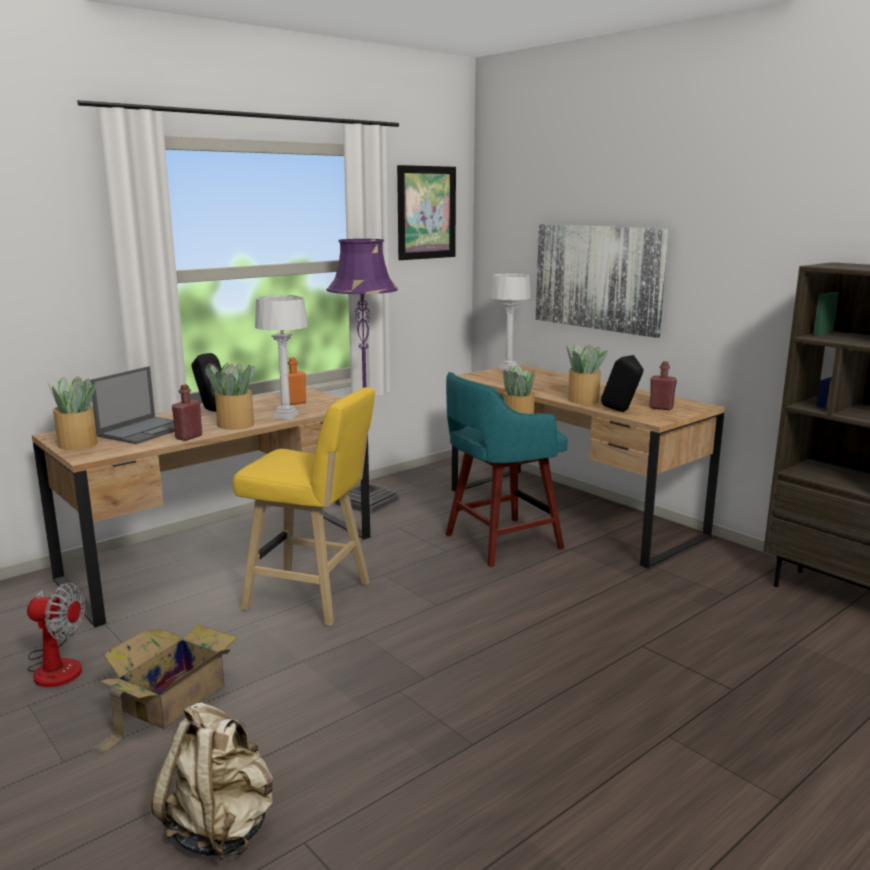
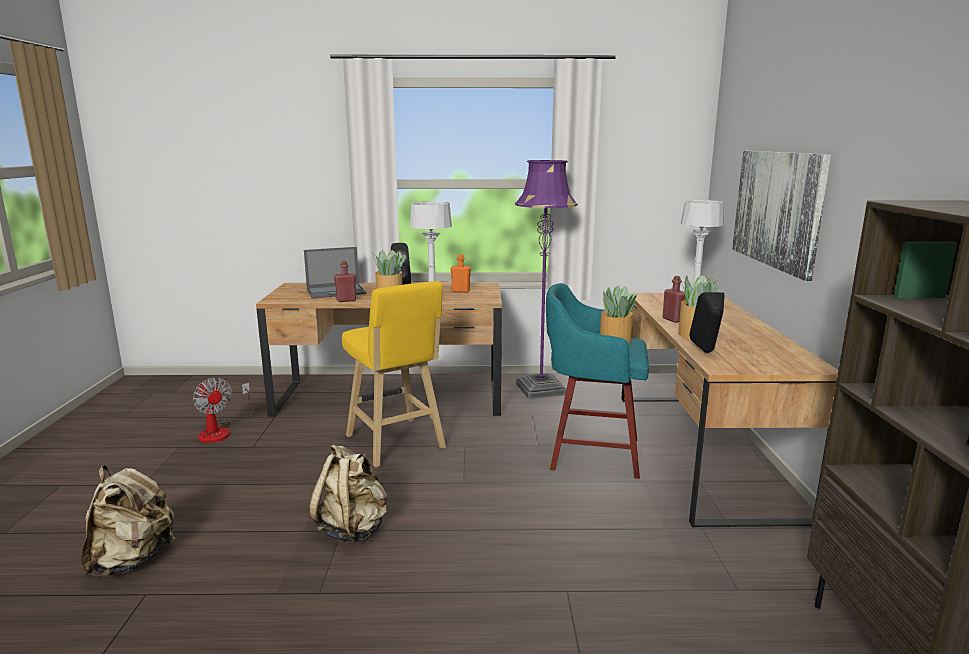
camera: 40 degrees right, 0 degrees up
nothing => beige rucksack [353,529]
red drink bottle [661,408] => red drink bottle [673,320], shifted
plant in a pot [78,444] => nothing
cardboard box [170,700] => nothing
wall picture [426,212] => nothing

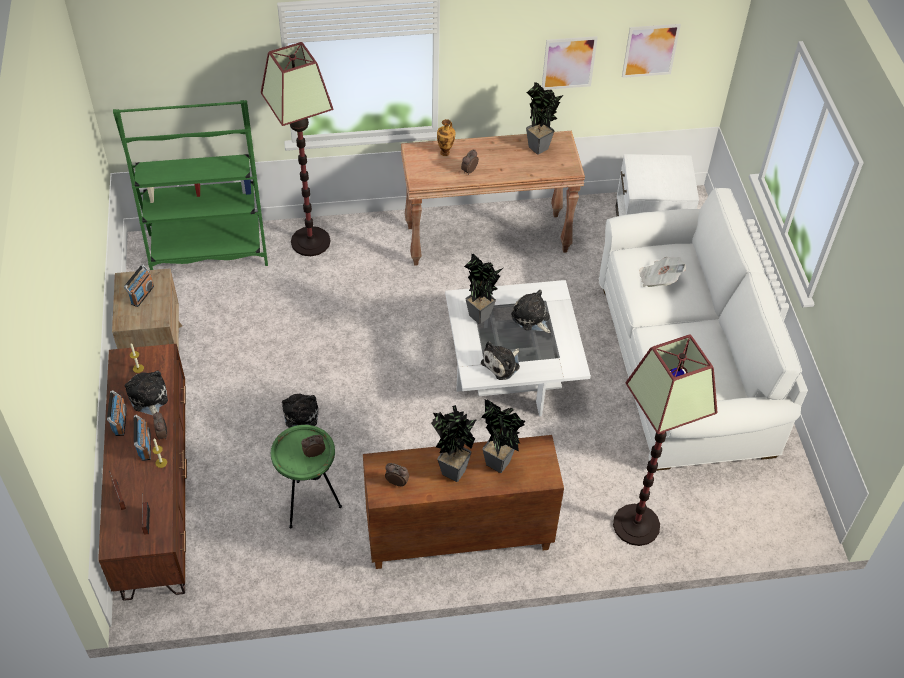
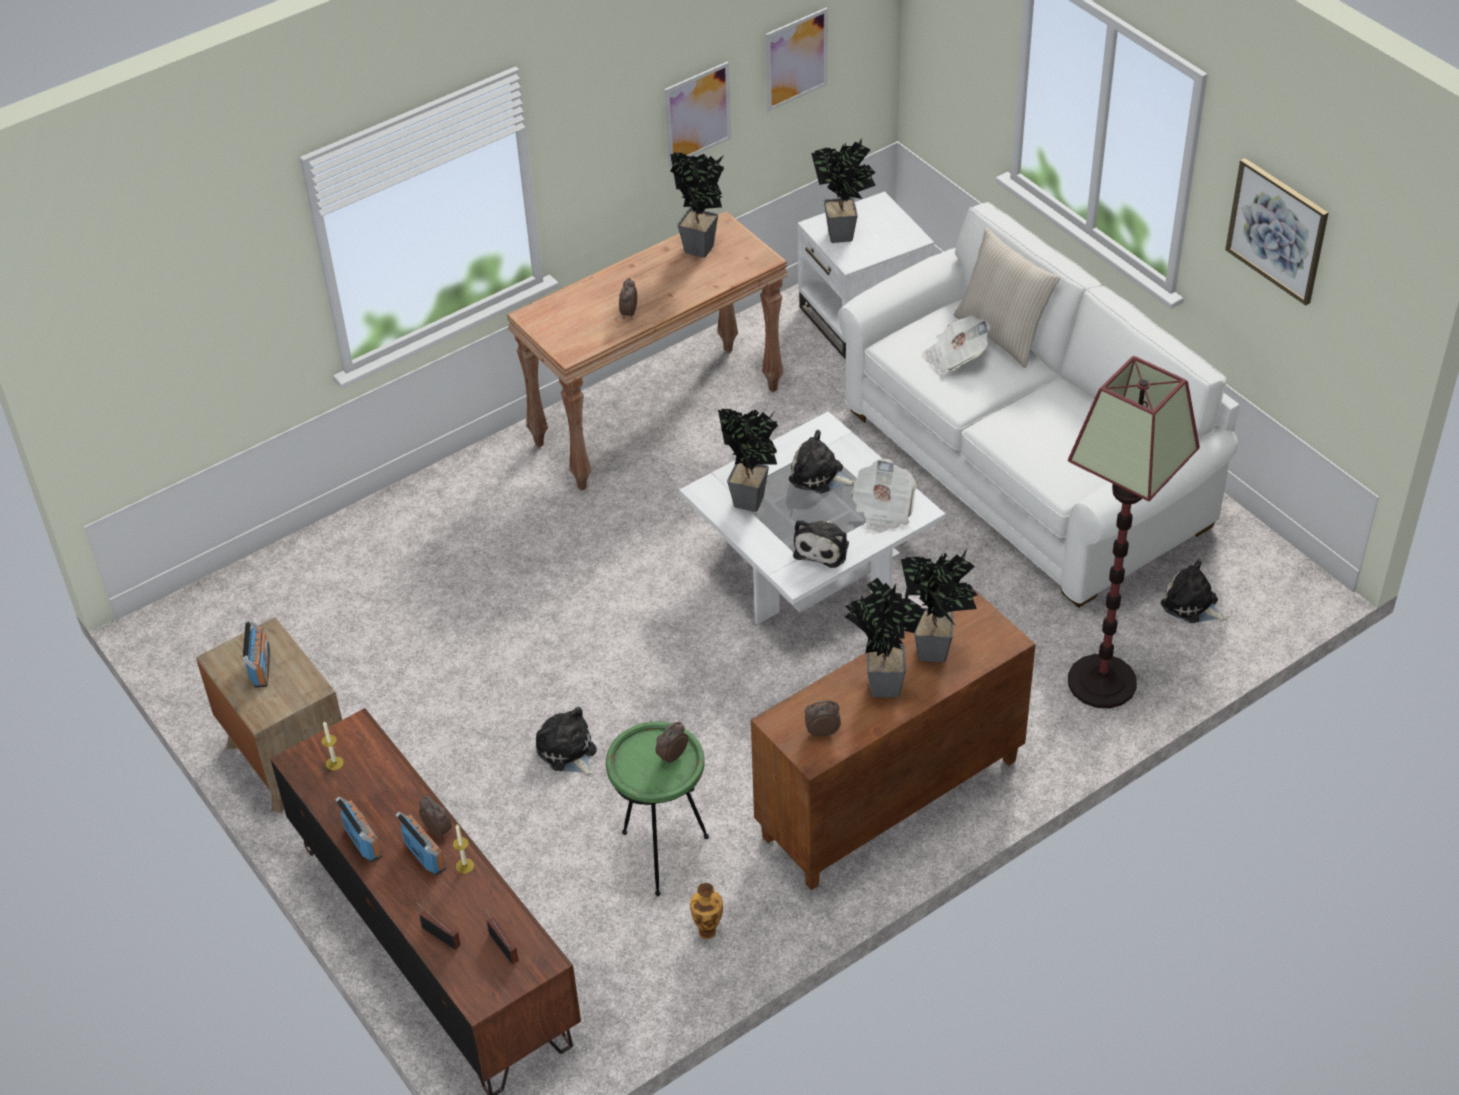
camera: 25 degrees left, 5 degrees down
vase [445,152] => vase [708,930], shifted
nothing => plant in a pot [845,237]
nothing => newspaper [883,510]
nothing => beige cushion [1002,334]
cuddly toy [148,399] => cuddly toy [1192,605], shifted
nothing => wall picture [1277,230]
green bookcase [208,250] => nothing
standard lamp [310,241] => nothing

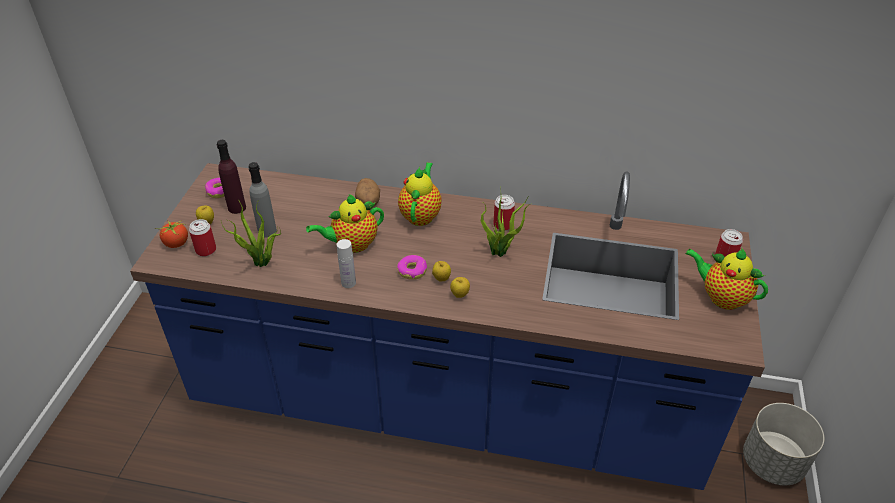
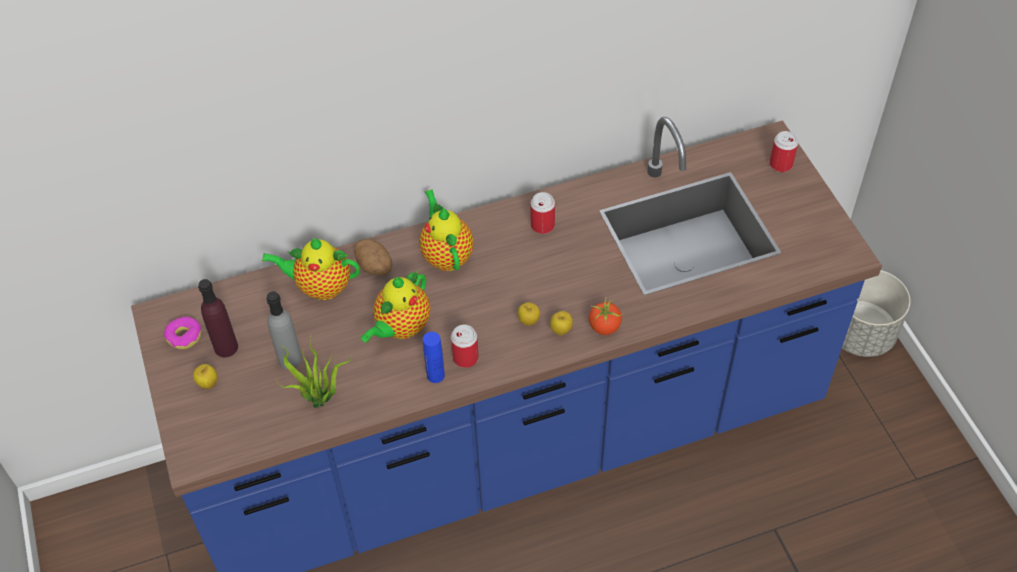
camera: 30 degrees left, 10 degrees up
teapot [721,297] => teapot [320,287], shifted
white drink bottle [348,283] => blue-coloured drink bottle [435,375]
sealed can [206,250] => sealed can [465,358], shifted
tomato [176,243] => tomato [604,327], shifted
donut [412,271] => nothing
plant in a pot [501,252] => nothing

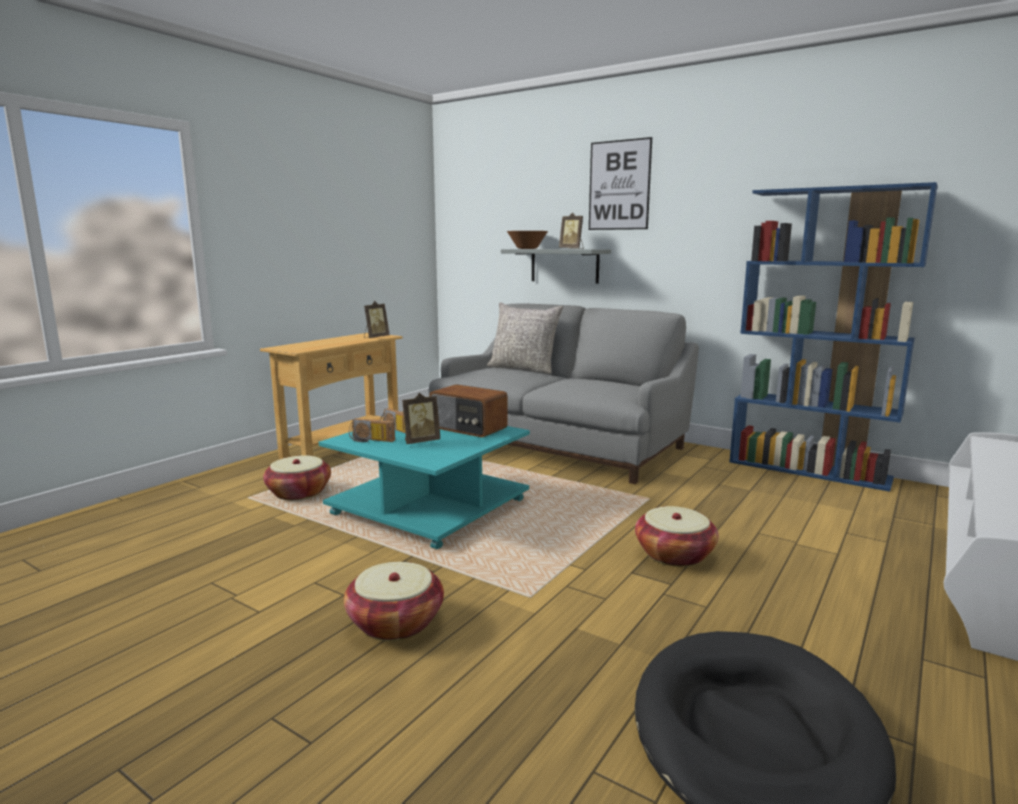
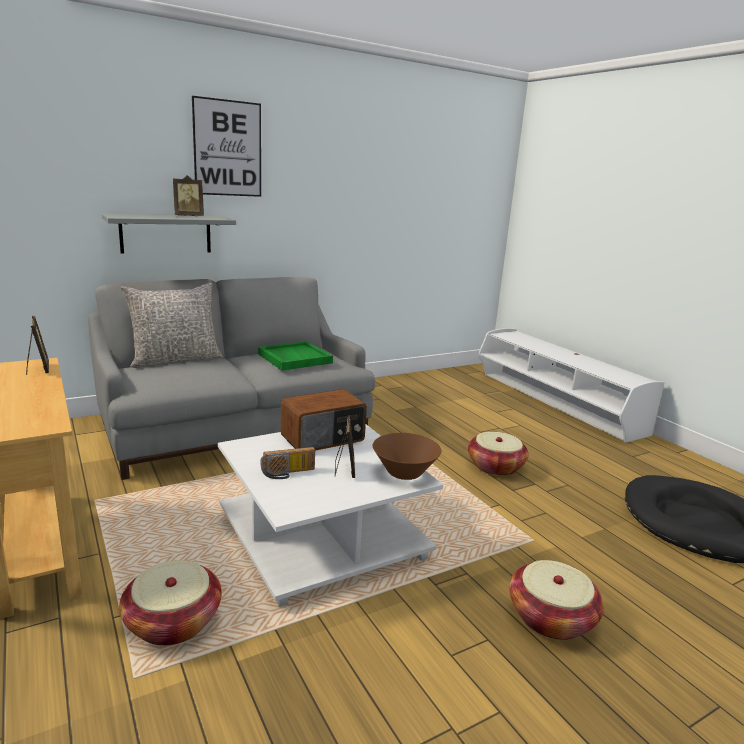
camera: 65 degrees left, 5 degrees up
turquoise low table [431,507] => white low table [323,535]
nothing => green serving tray [294,358]
brownish serving bowl [527,248] => brownish serving bowl [404,472], shifted
radio receiver [370,440] => nothing
blue-coloured bookcase [809,470] => nothing

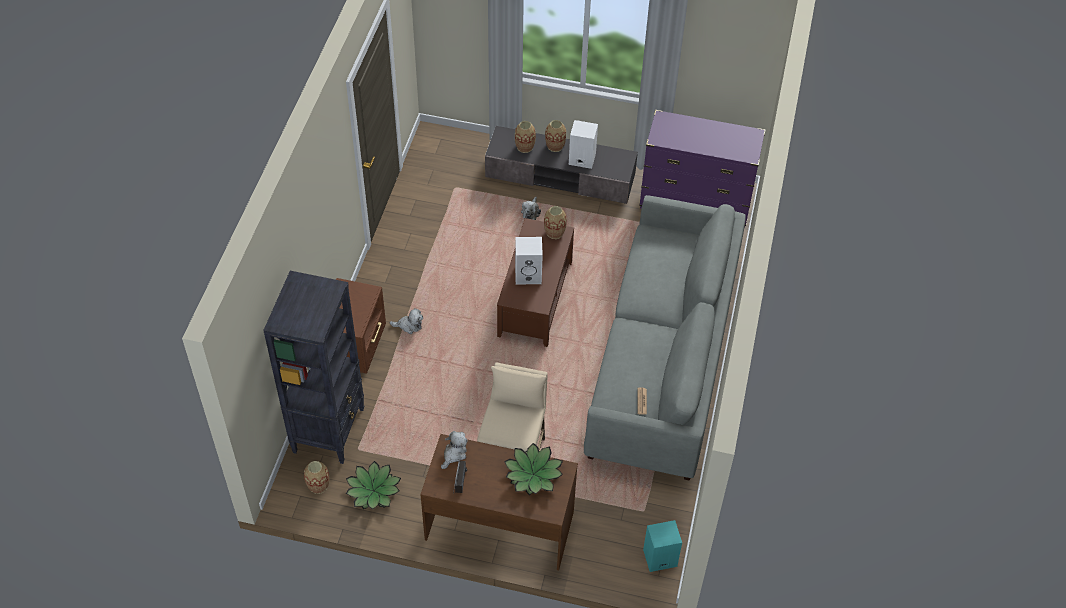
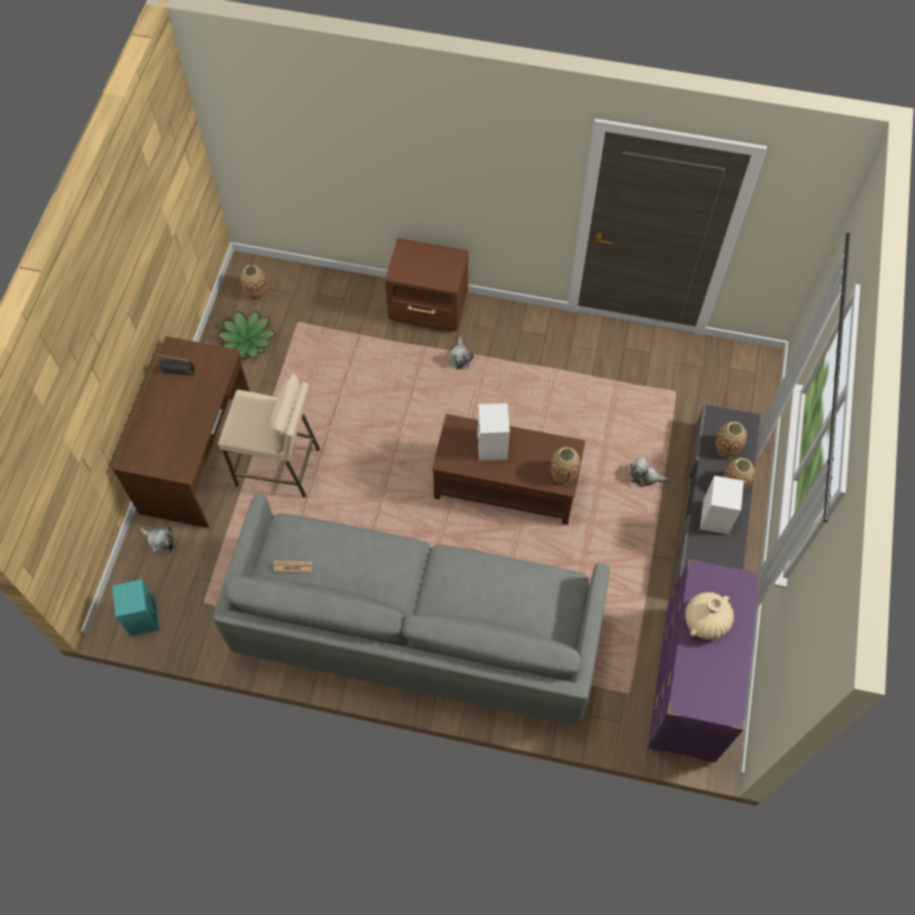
camera: 90 degrees right, 10 degrees up
cuddly toy [454,454] => cuddly toy [160,541], shifted
nothing => beige vase [705,621]
black-coloured bookcase [329,429] => nothing
plant in a pot [533,474] => nothing

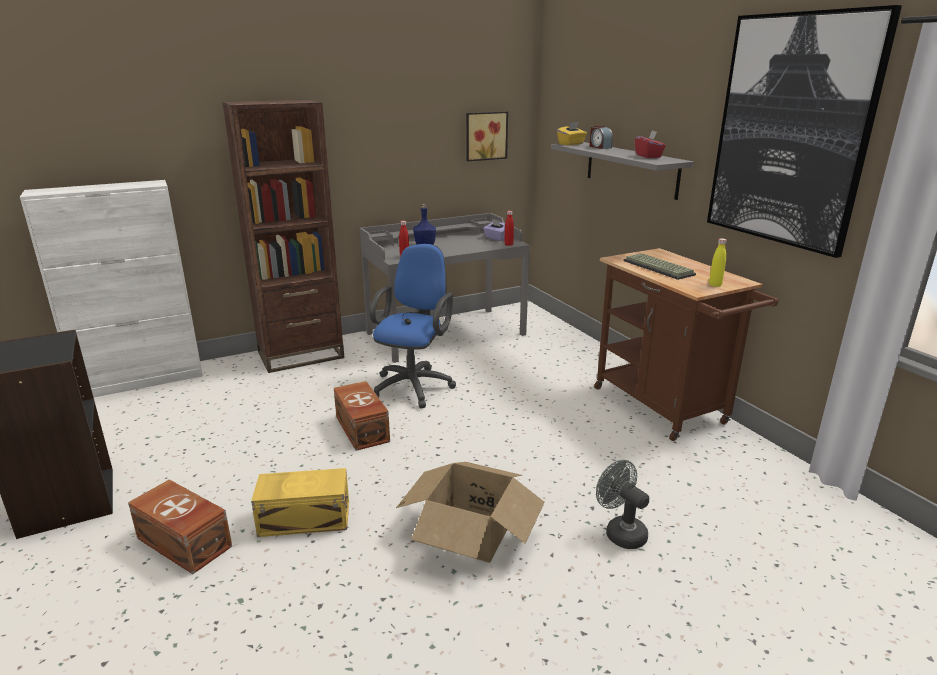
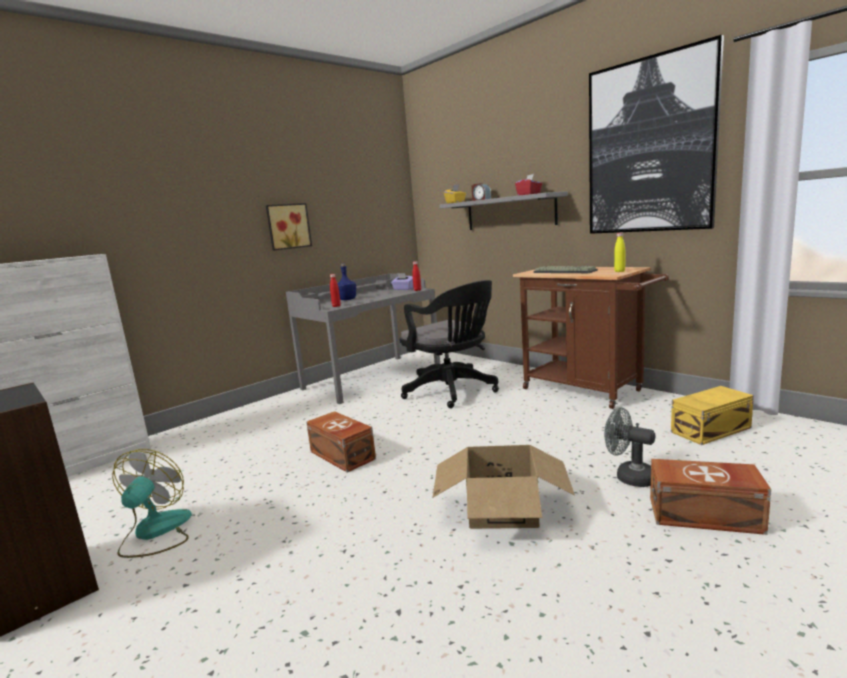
camera: 15 degrees left, 10 degrees down
nothing => electric fan [155,533]
wall picture [485,136] => wall picture [288,226], shifted
nothing => black-coloured office chair [453,391]
brownish storage box [184,543] => brownish storage box [706,516], shifted
yellow storage box [303,518] => yellow storage box [709,430], shifted
brownish bookcase [301,355] => nothing
blue-coloured office chair [414,385] => nothing

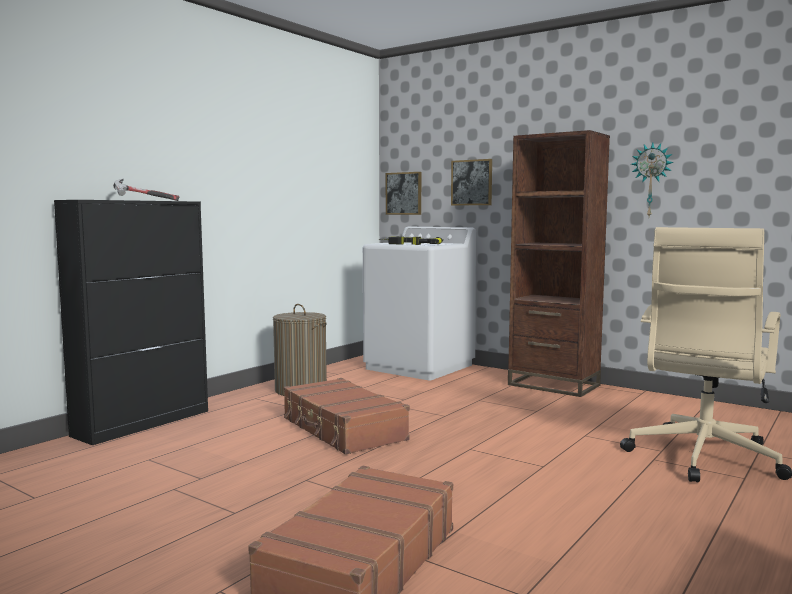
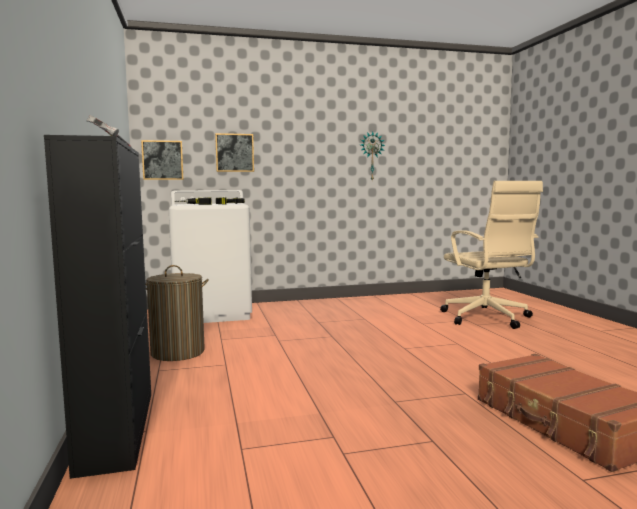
camera: 50 degrees left, 0 degrees up
brownish piece of luggage [342,429] => nothing
brownish bookcase [553,385] => nothing

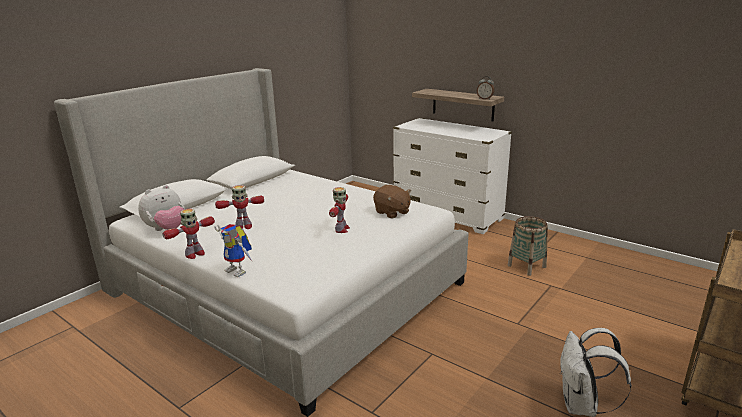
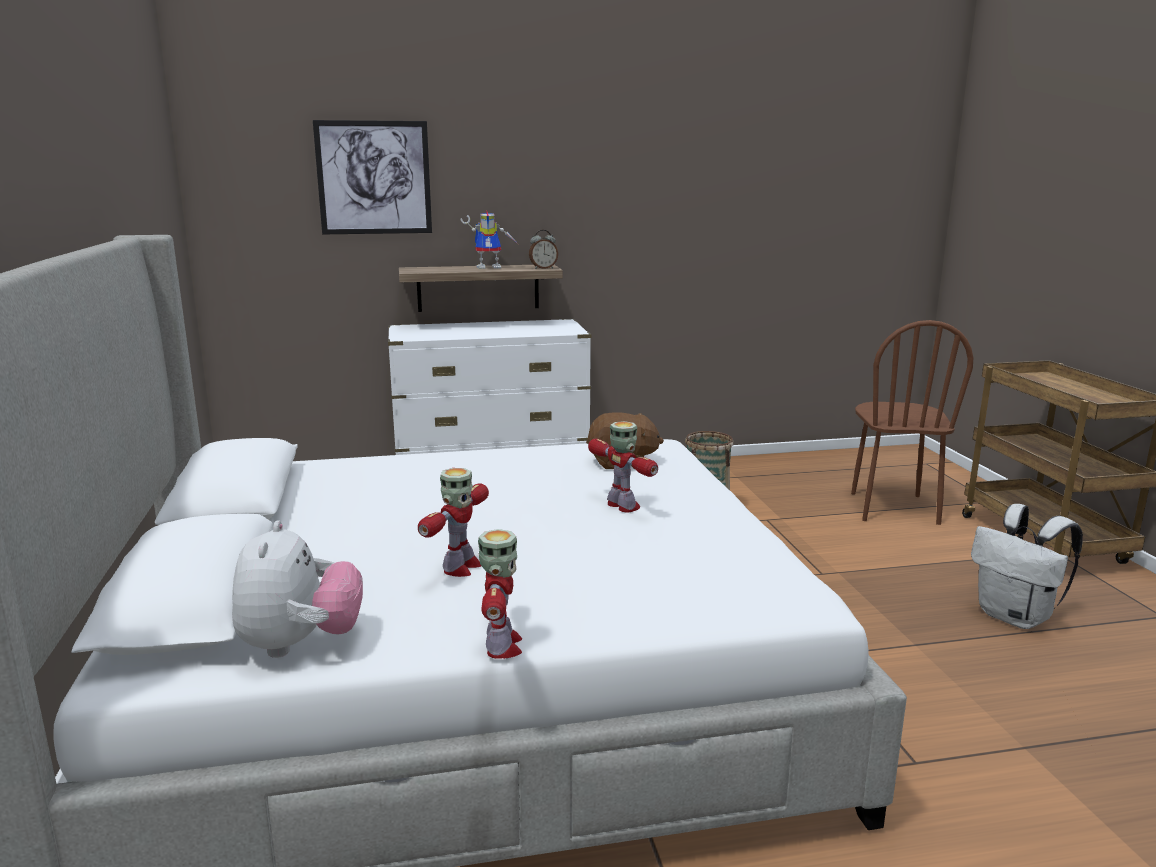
camera: 50 degrees left, 5 degrees down
nothing => wall picture [374,178]
robot figure [239,271] => robot figure [490,267], shifted
nothing => brownish chair [893,508]

